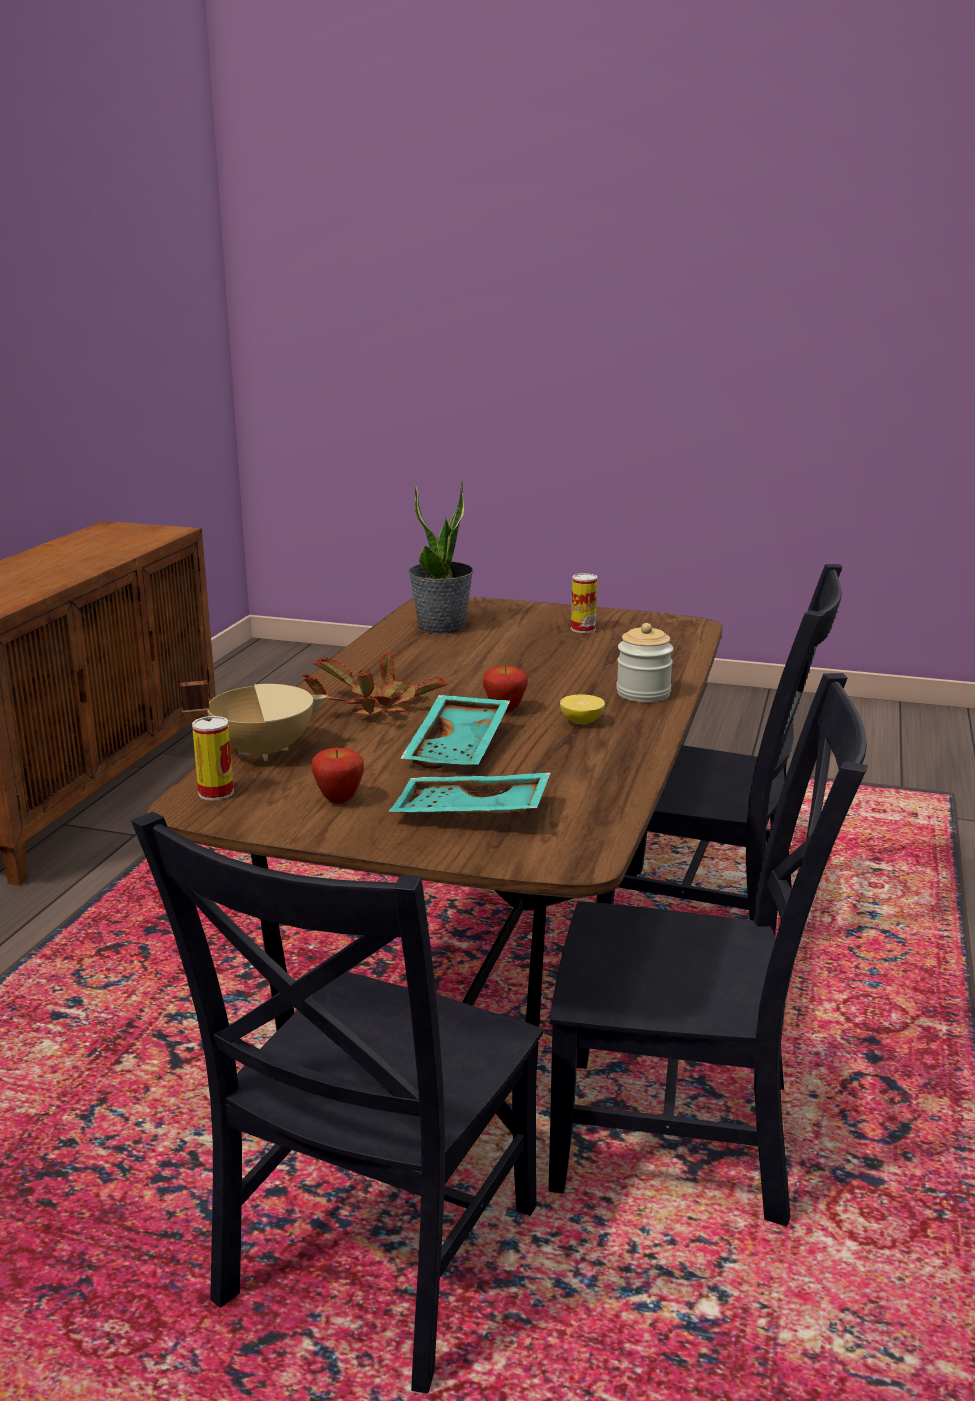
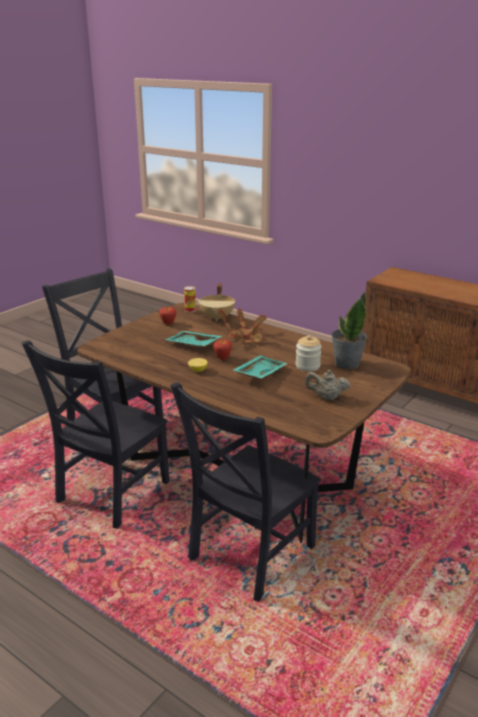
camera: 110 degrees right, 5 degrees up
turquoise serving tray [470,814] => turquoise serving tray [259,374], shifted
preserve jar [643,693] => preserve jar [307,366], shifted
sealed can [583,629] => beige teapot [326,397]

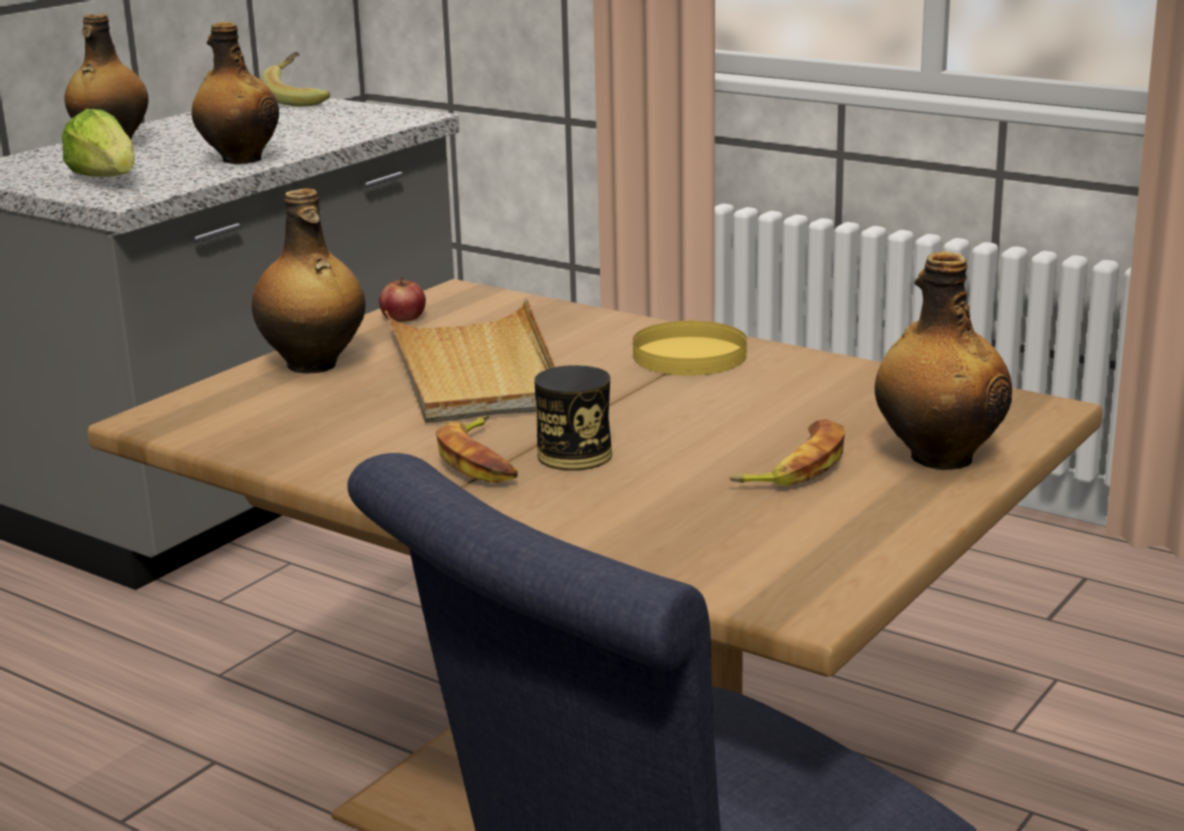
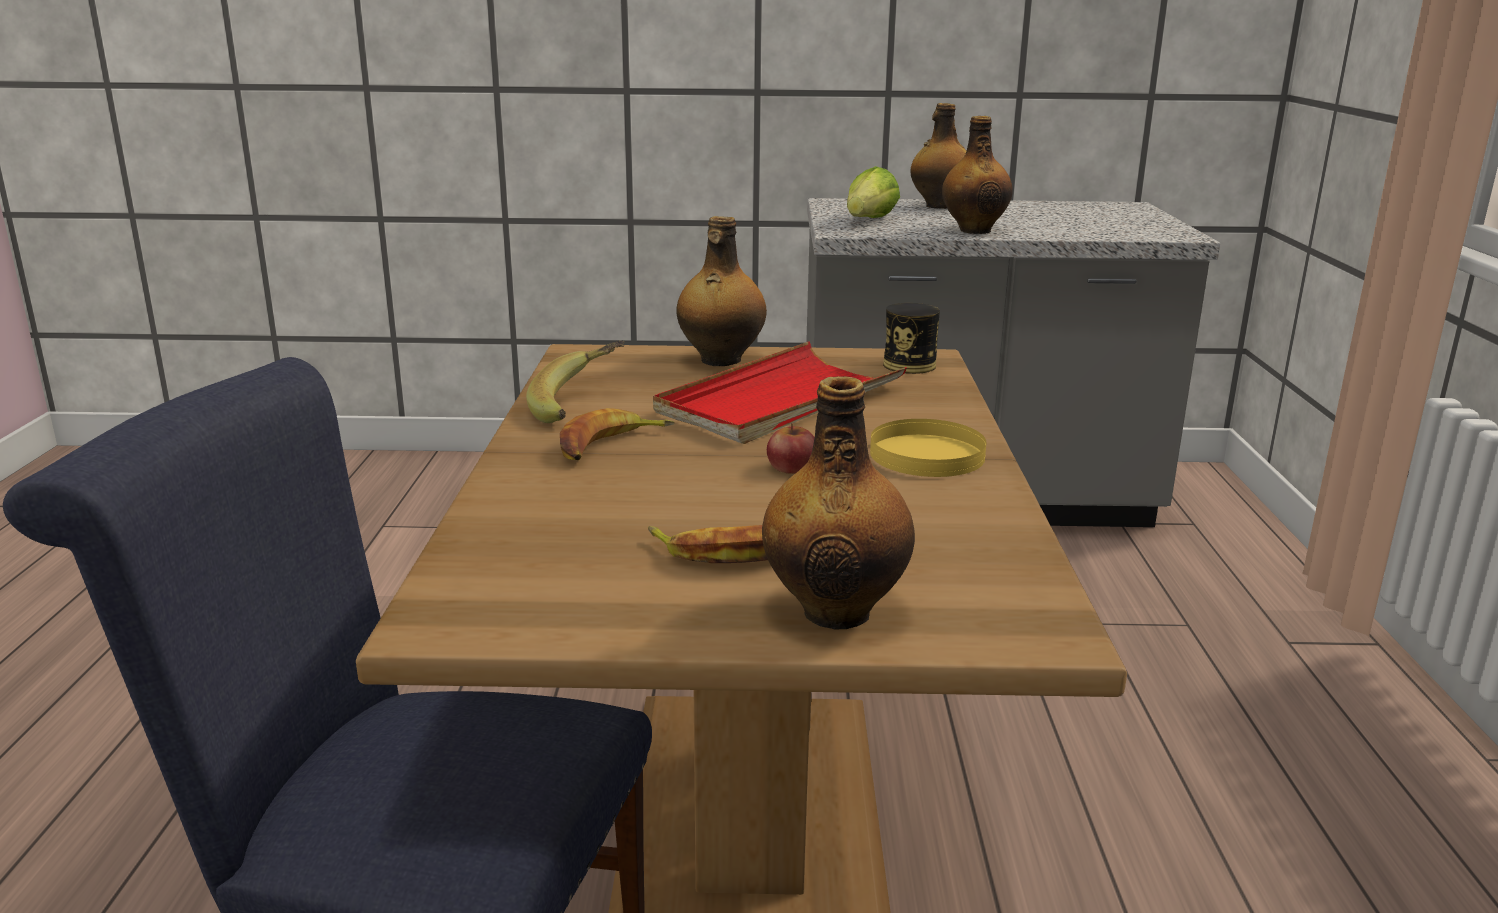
camera: 55 degrees right, 0 degrees up
whole banana [302,100] => whole banana [580,407], shifted
beige serving tray [475,370] => red serving tray [779,401]
apple fruit [403,317] => apple fruit [792,467], shifted
sealed can [574,455] => sealed can [909,365], shifted

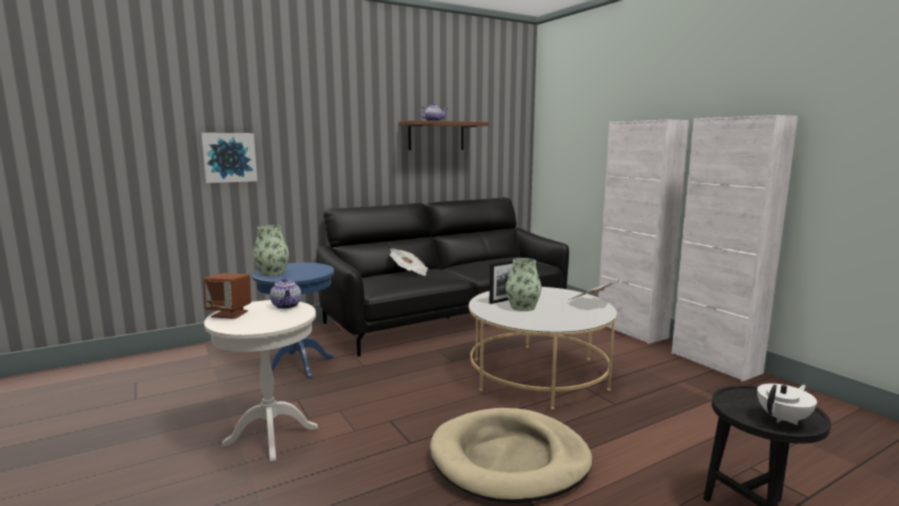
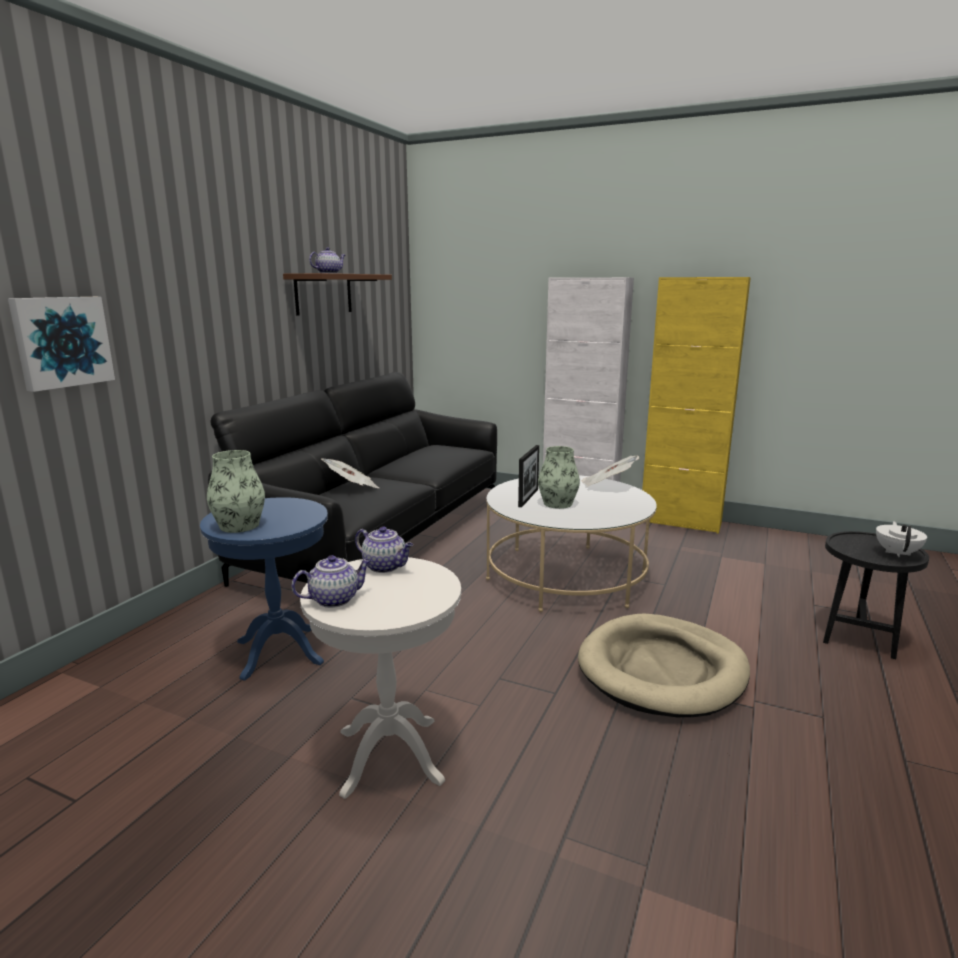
camera: 35 degrees left, 5 degrees up
brownish audio speaker [230,314] => teapot [335,599]
white storage cabinet [715,363] => yellow storage cabinet [680,522]

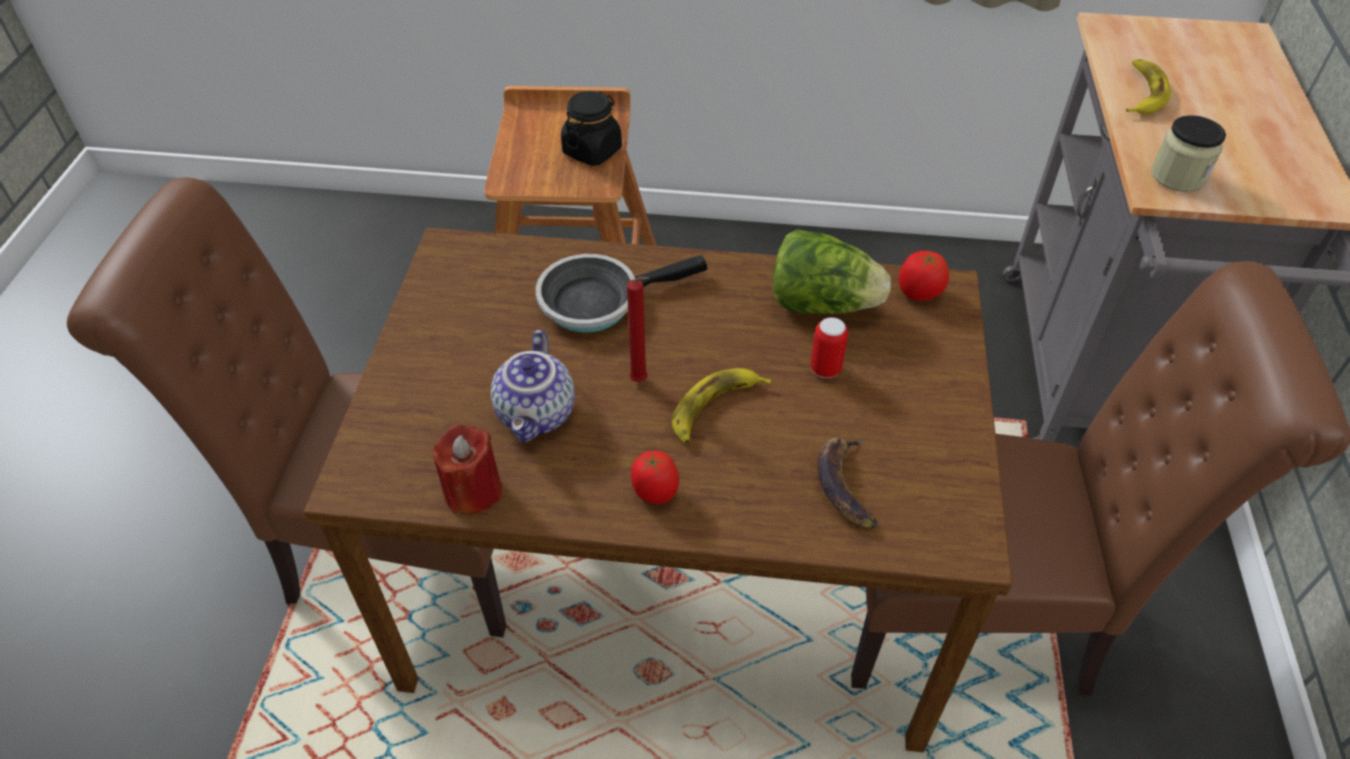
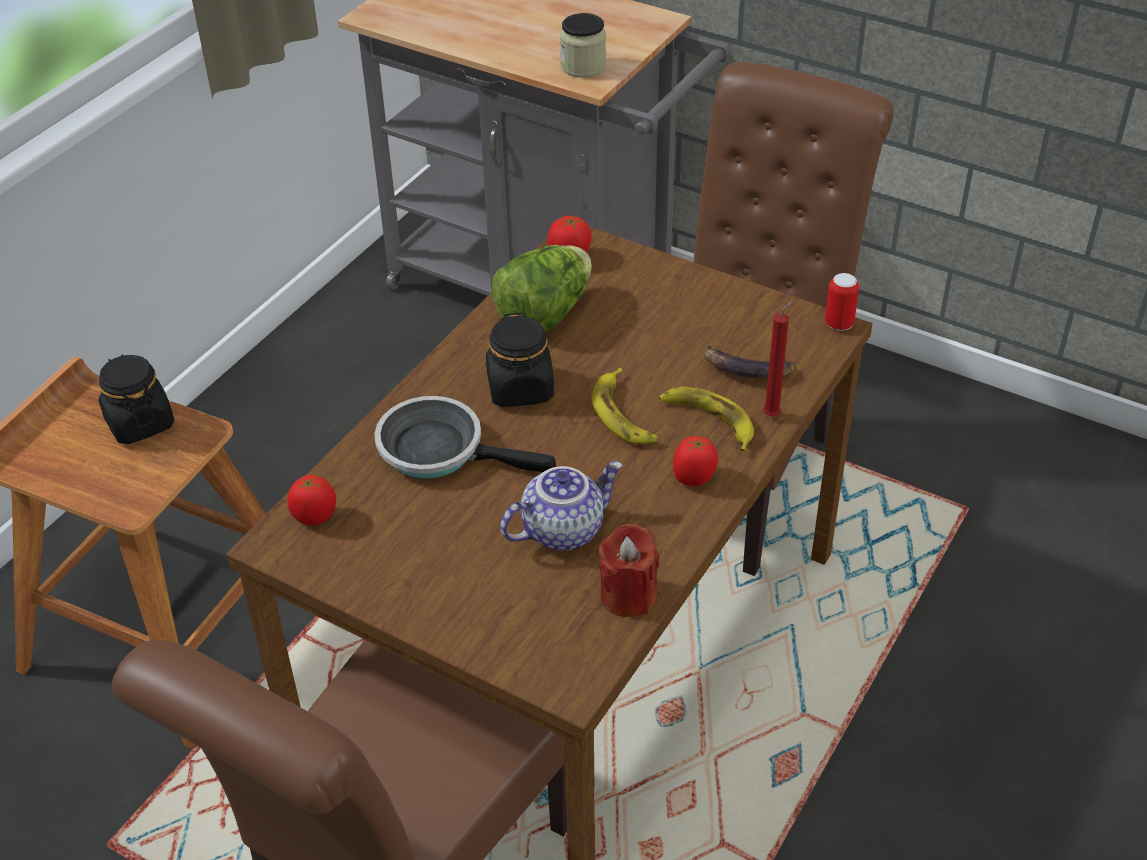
camera: 65 degrees left, 5 degrees down
nothing => tomato [315,517]
skillet [597,301] => skillet [440,450], 105 degrees clockwise
nothing => black-coloured preserve jar [520,388]
teapot [538,415] => teapot [562,529], 60 degrees counterclockwise
whole banana [1142,93] => whole banana [708,420], shifted
red candle [641,381] => red candle [773,414], shifted
sealed can [825,369] => sealed can [839,324], shifted

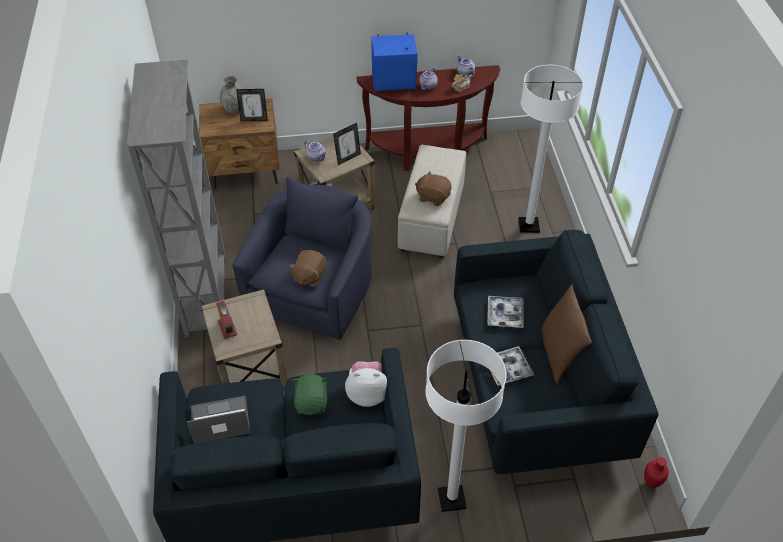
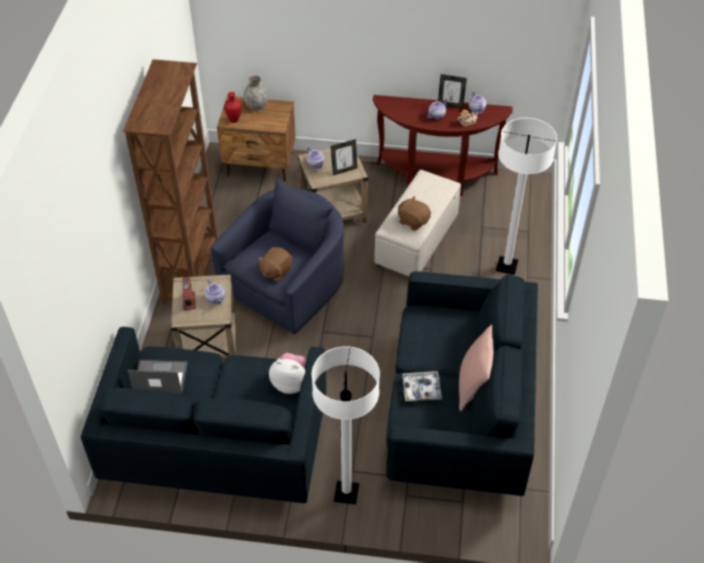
camera: 15 degrees right, 0 degrees up
grey bookcase [207,296] => brownish bookcase [192,271]
nothing => teapot [216,298]
red vase [651,483] => red vase [234,120], shifted
standing frame [254,119] => standing frame [450,105], shifted
brownish cushion [559,354] => pinkish cushion [473,386]
green cuddly toy [312,402] => nothing
blue-coloured audio speaker [394,83] => nothing
serving tray [505,314] => nothing

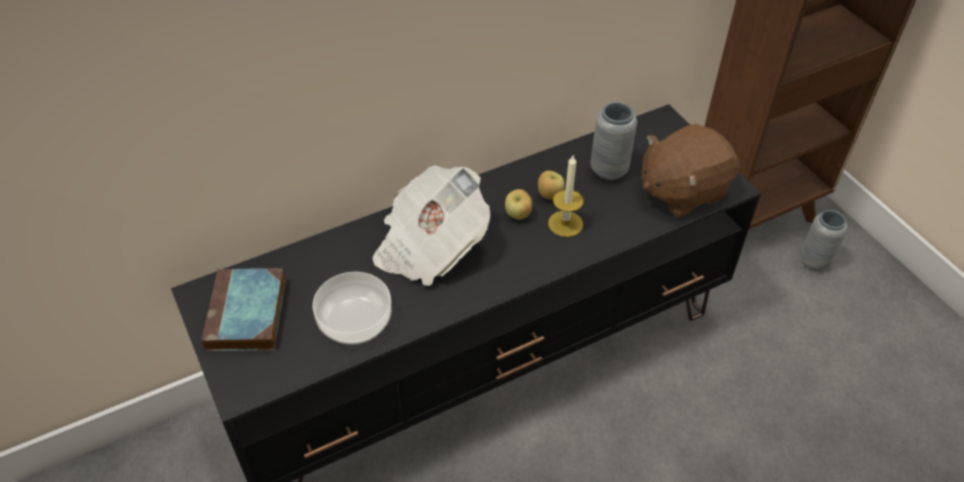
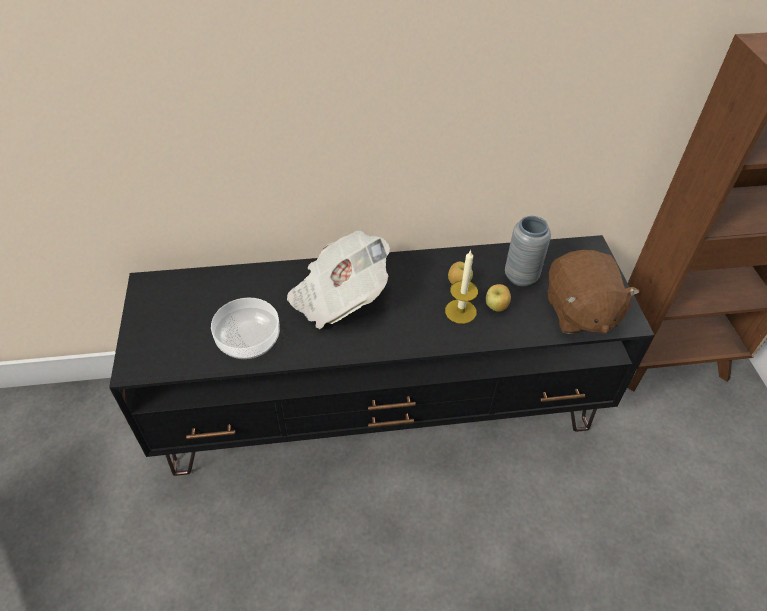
camera: 20 degrees right, 0 degrees up
apple fruit [518,215] => apple fruit [496,307], shifted
brownish cuddly toy [681,190] => brownish cuddly toy [579,312], 90 degrees counterclockwise
bound book [247,316] => nothing
grey vase [814,261] => nothing

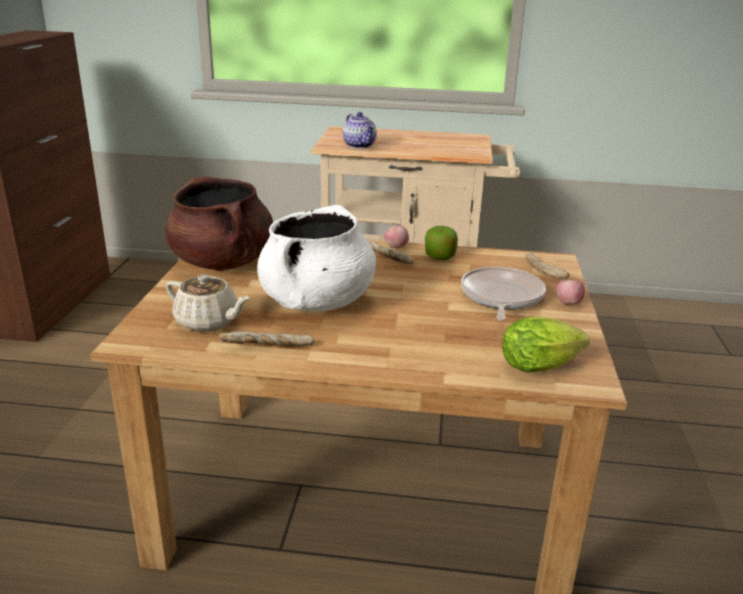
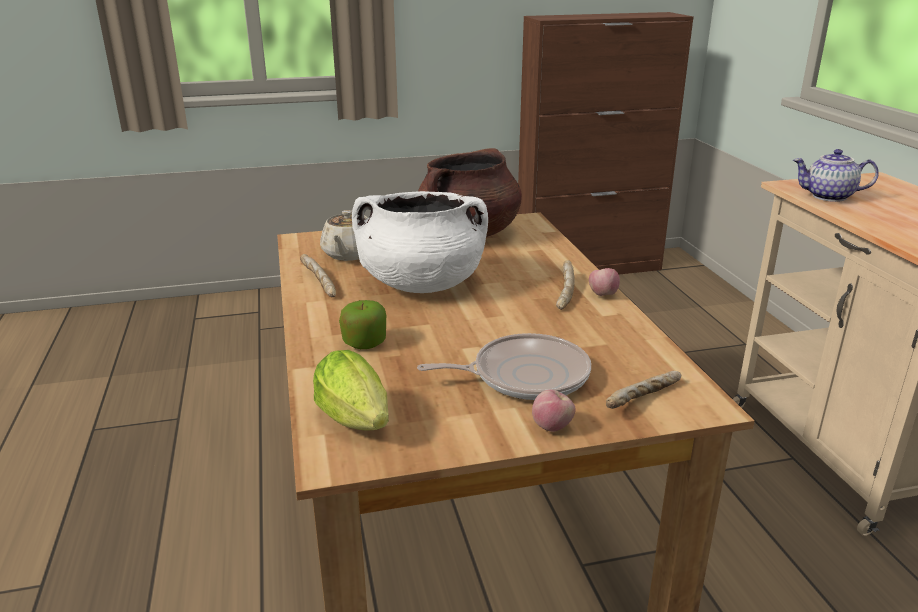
camera: 70 degrees right, 0 degrees up
apple fruit [440,256] => apple fruit [364,342], shifted
teapot [360,145] => teapot [828,197], 60 degrees clockwise

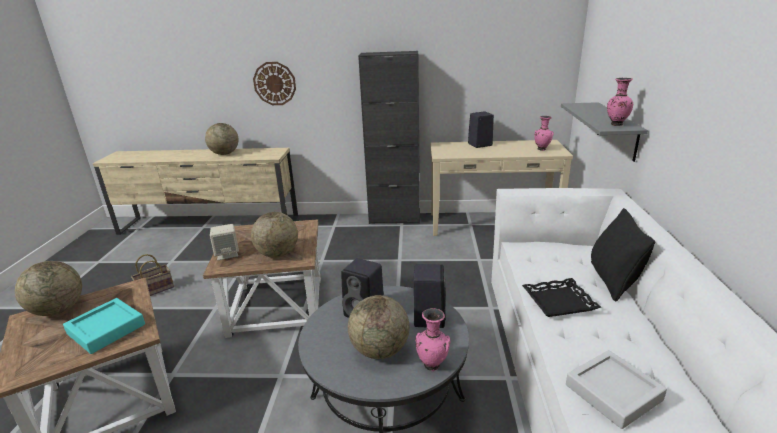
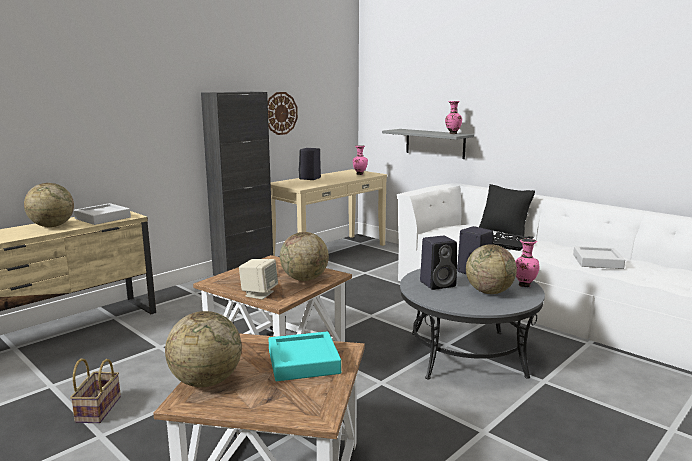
camera: 50 degrees left, 10 degrees down
nothing => grey serving tray [103,218]
clock on the wall [274,83] => clock on the wall [280,113], shifted

